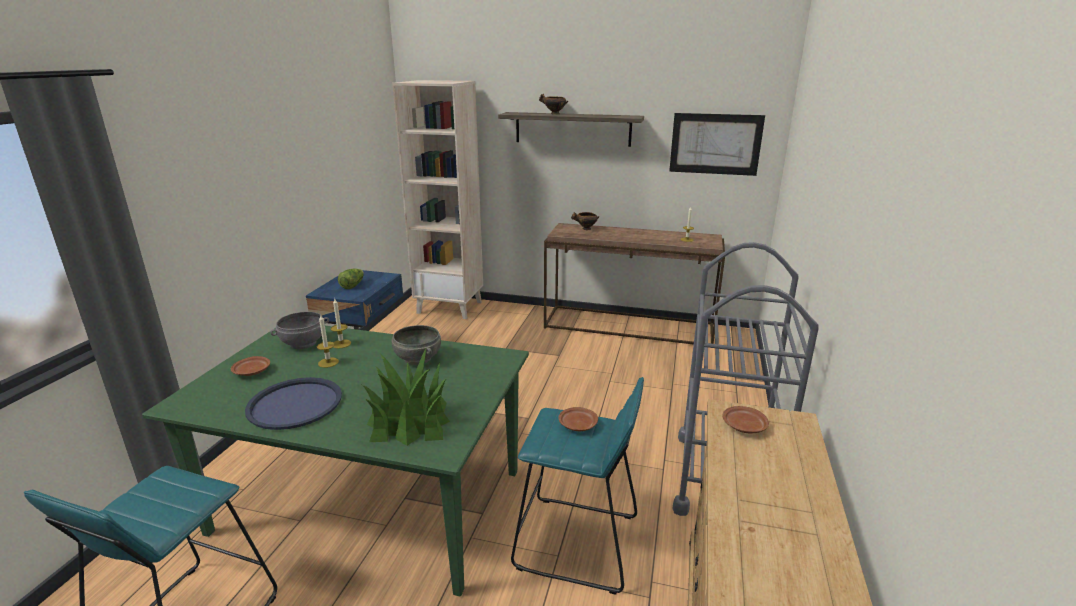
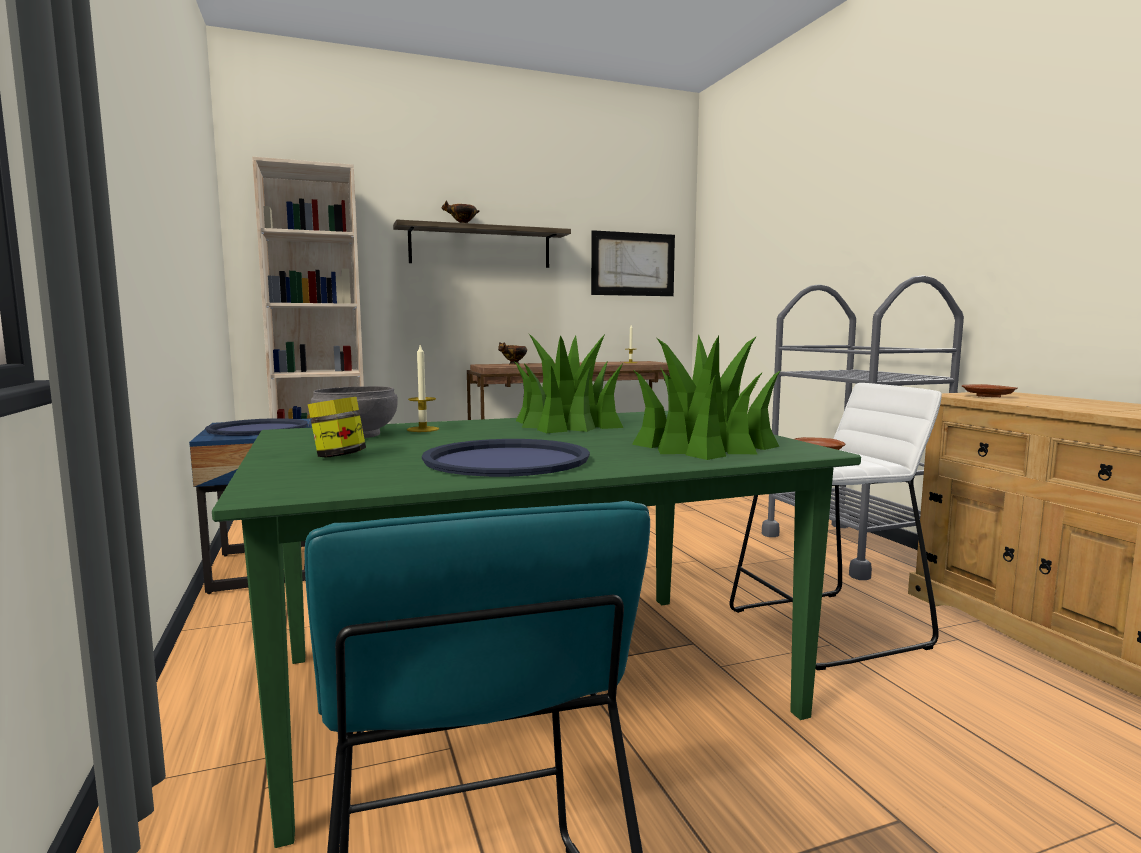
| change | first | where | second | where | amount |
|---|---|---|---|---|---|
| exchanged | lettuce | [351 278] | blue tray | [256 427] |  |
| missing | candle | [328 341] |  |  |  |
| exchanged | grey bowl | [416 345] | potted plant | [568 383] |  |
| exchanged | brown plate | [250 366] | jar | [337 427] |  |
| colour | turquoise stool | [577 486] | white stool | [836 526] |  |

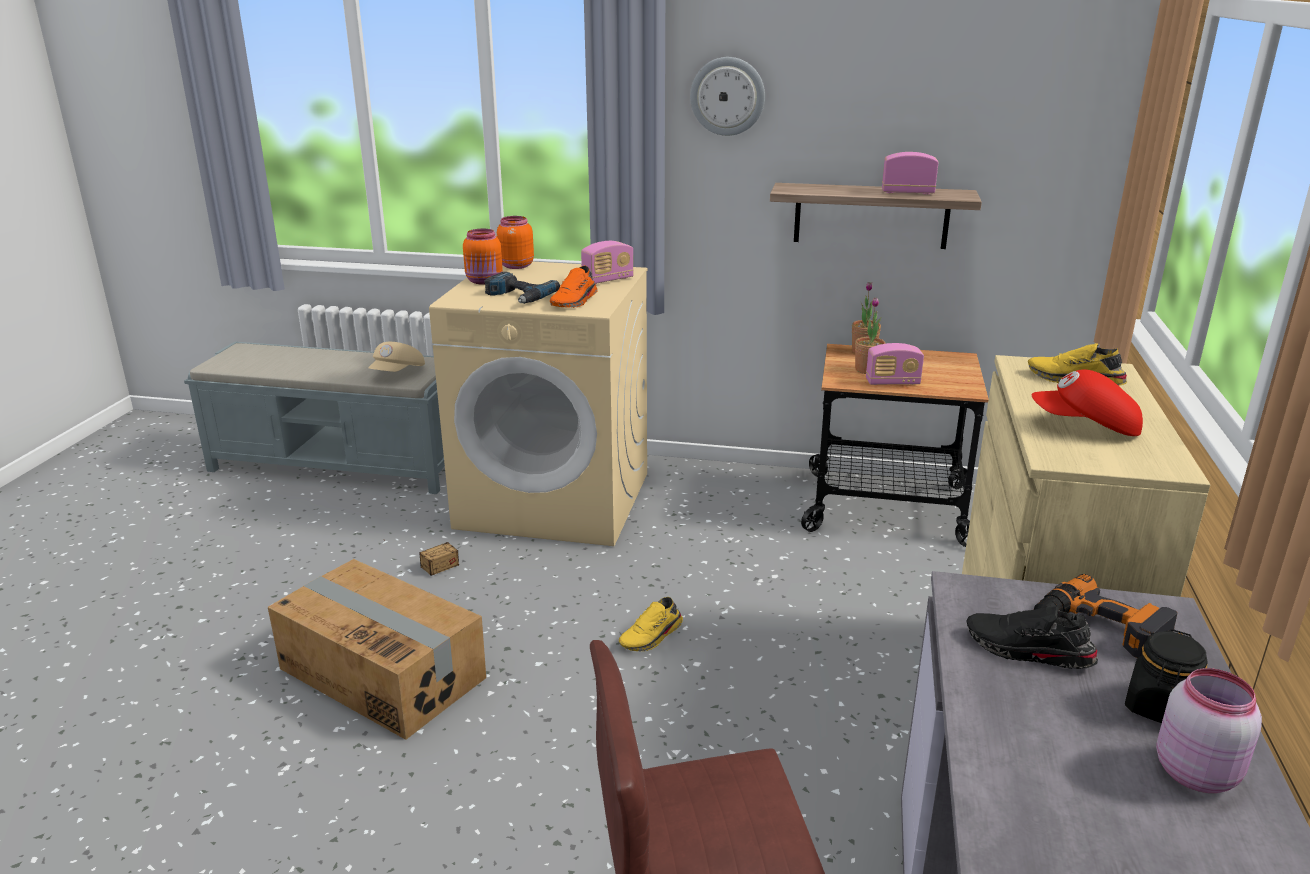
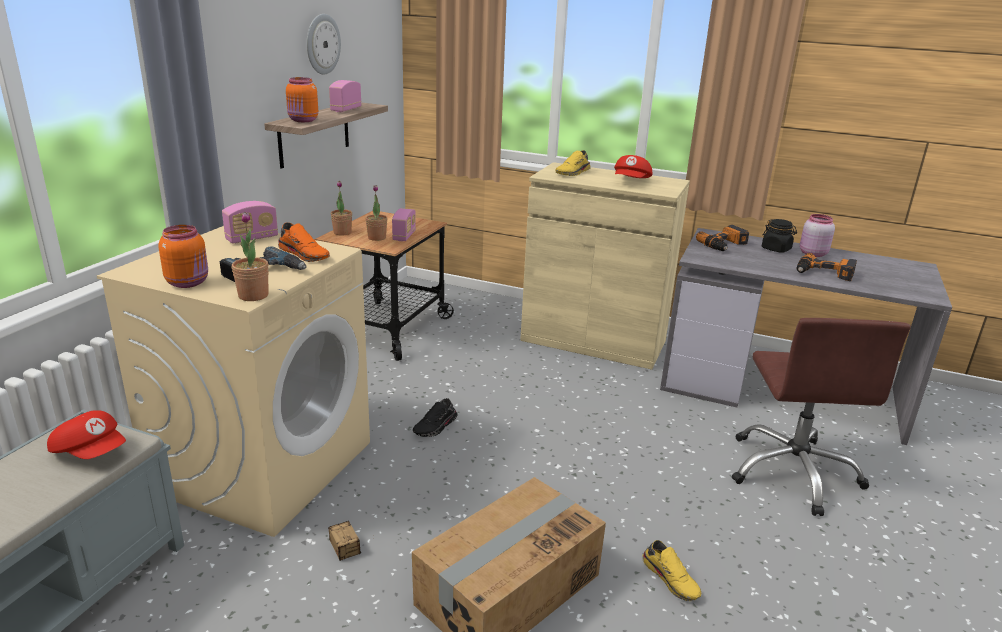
| change | first | where | second | where | amount |
|---|---|---|---|---|---|
| relocated | wall clock | [727 96] |  | [324 44] |  |
| relocated | orange jar | [515 242] |  | [302 99] |  |
| spun | radio | [607 262] |  | [250 222] | 75 degrees clockwise |
| colour | beige cap | [396 357] | red cap | [86 434] |  |
| relocated | yellow shoe | [651 624] |  | [672 570] |  |
| relocated | black shoe | [1032 637] |  | [435 417] |  |
| appeared |  |  | potted plant | [250 256] |  |
| appeared |  |  | power drill | [826 267] |  |

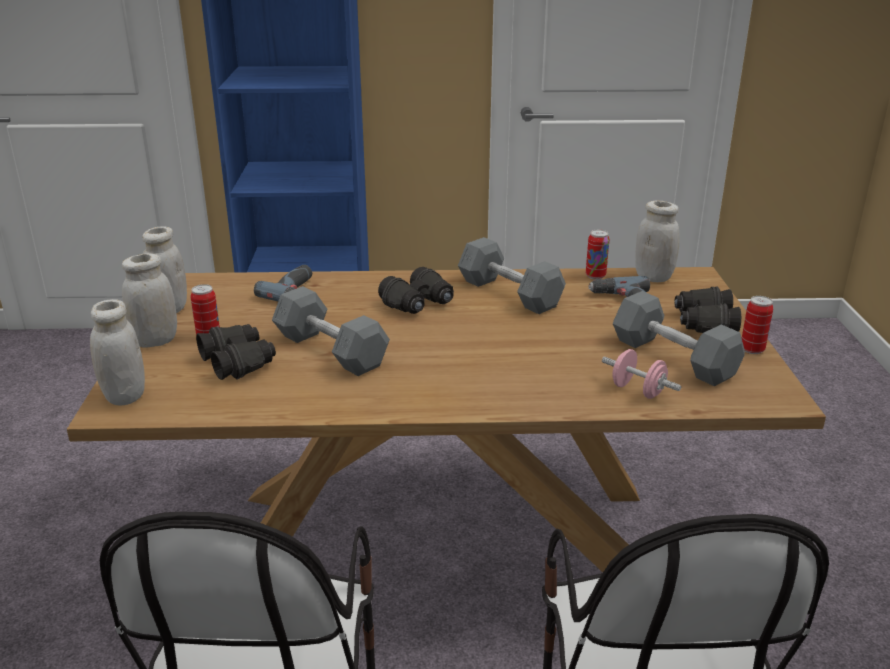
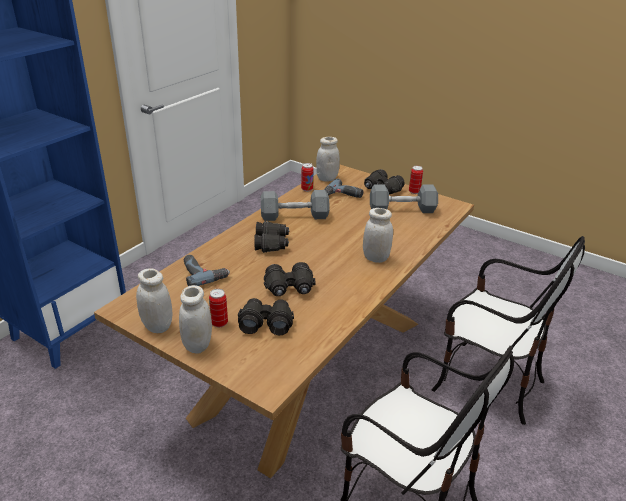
| change | first | where | second | where | amount |
|---|---|---|---|---|---|
| exchanged | grey dumbbell | [331 331] | black binoculars | [289 279] |  |
| relocated | white jar | [117 352] |  | [378 235] |  |
| missing | pink dumbbell | [641 374] |  |  |  |

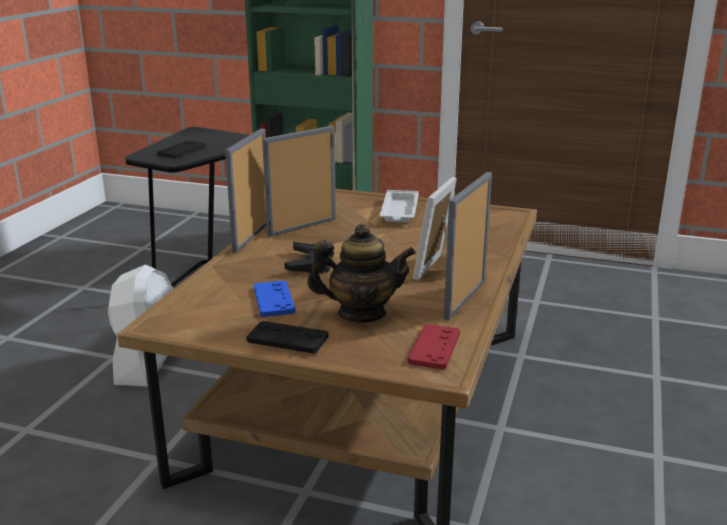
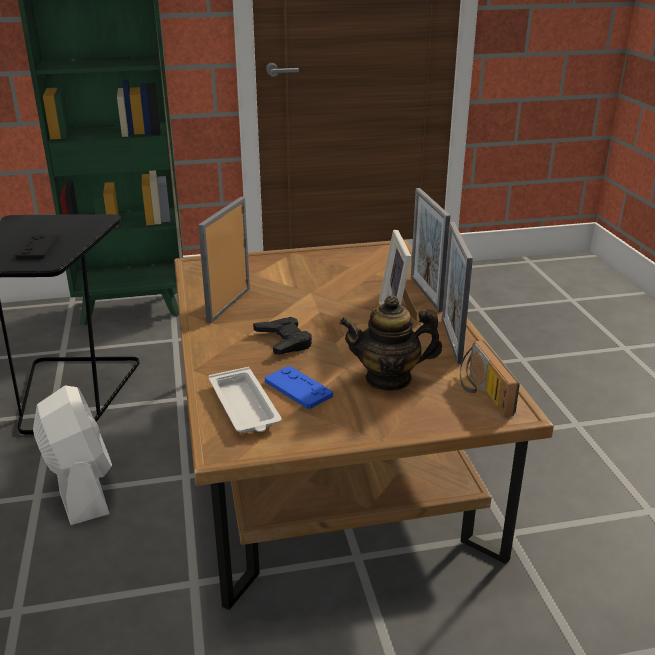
| change | first | where | second | where | amount |
|---|---|---|---|---|---|
| relocated | picture frame | [246 190] |  | [430 250] |  |
| relocated | white tray | [399 206] |  | [245 400] |  |
| spun | teapot | [361 273] |  | [391 343] | 150 degrees counterclockwise |
| missing | black game controller | [287 337] |  |  |  |
| exchanged | red game controller | [433 347] | radio | [490 378] |  |

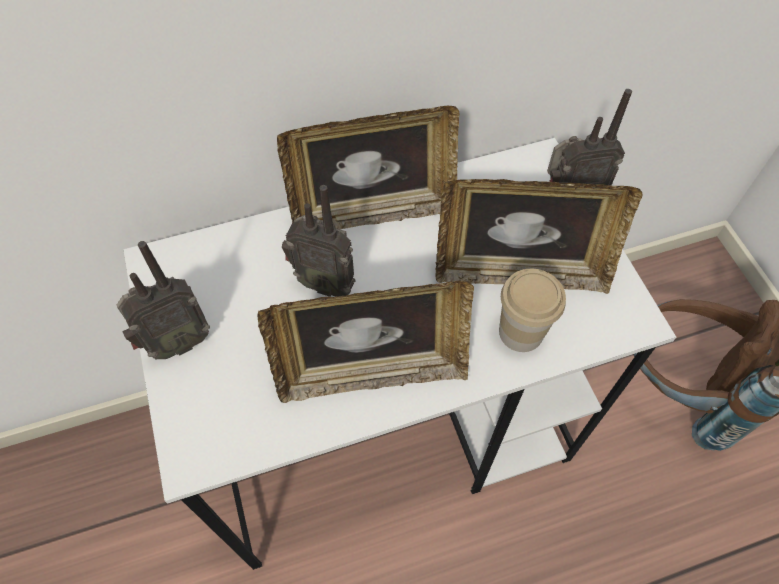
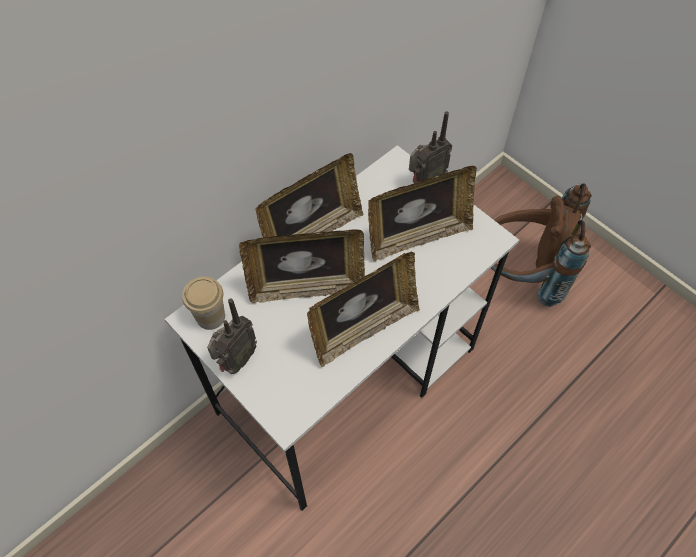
| change | first | where | second | where | amount |
|---|---|---|---|---|---|
| exchanged | radio | [319 241] | picture frame | [302 266] |  |
| relocated | cup | [532 310] |  | [203 303] |  |

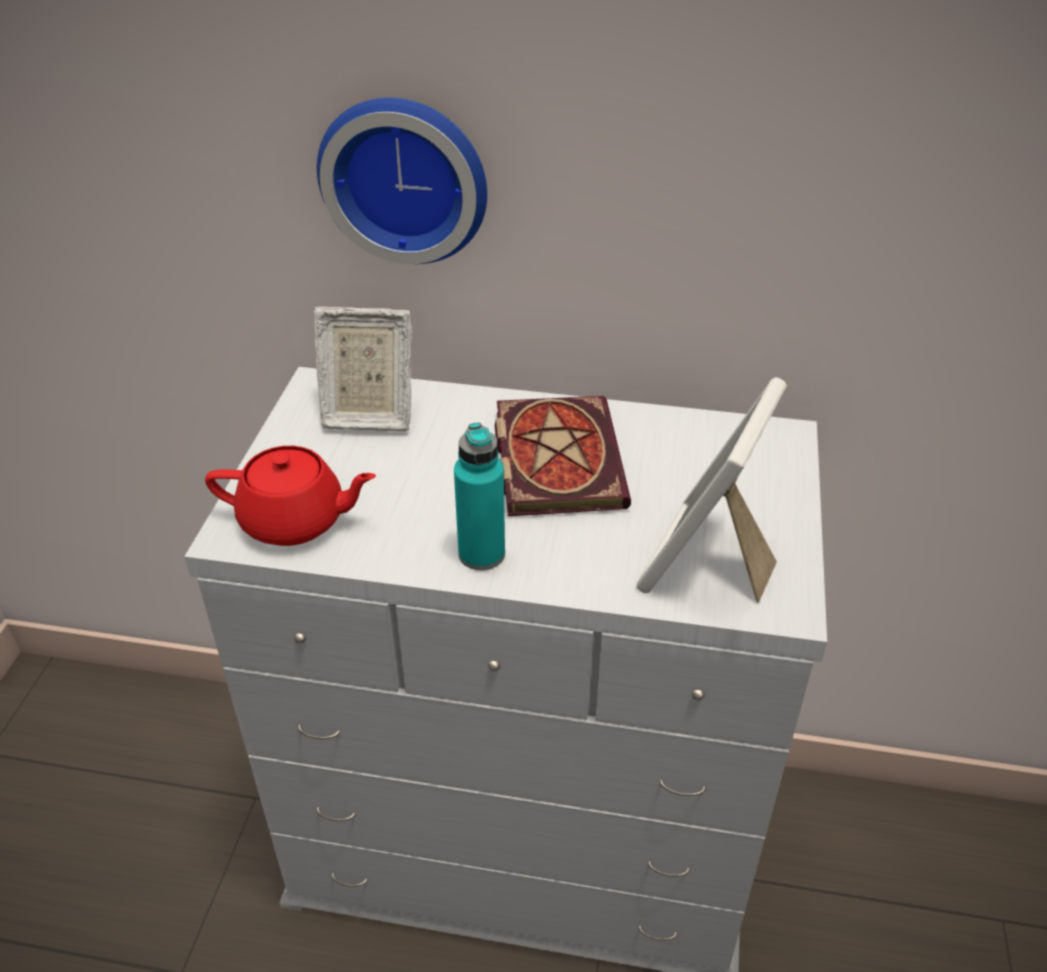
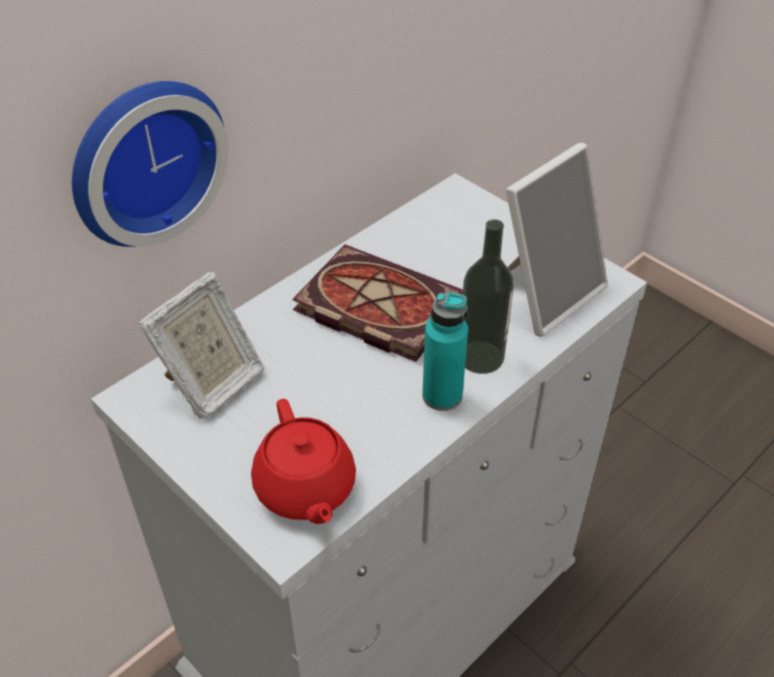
| change | first | where | second | where | amount |
|---|---|---|---|---|---|
| spun | picture frame | [712 489] |  | [557 240] | 105 degrees counterclockwise |
| spun | red teapot | [290 496] |  | [303 461] | 120 degrees clockwise |
| appeared |  |  | bottle | [488 296] |  |

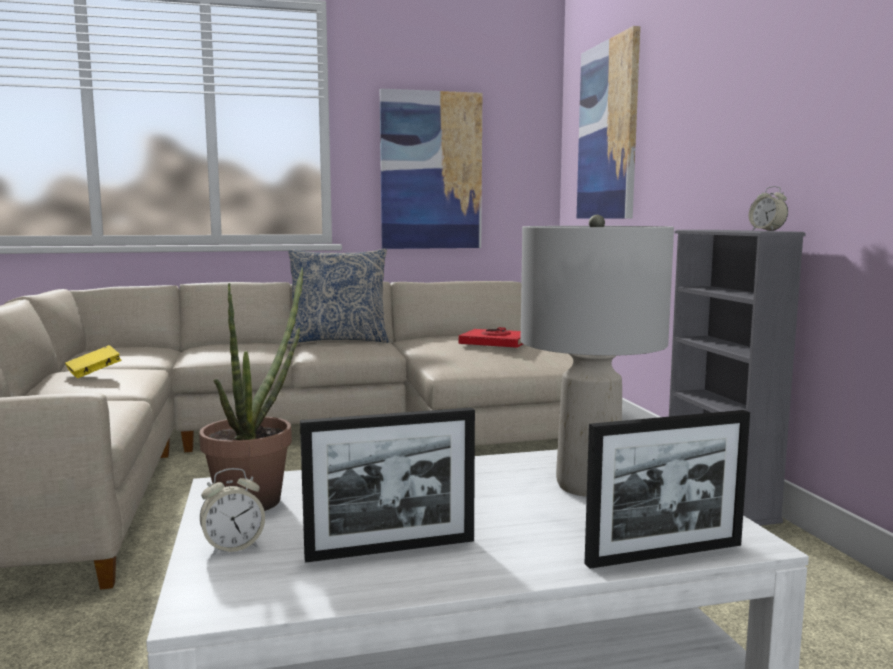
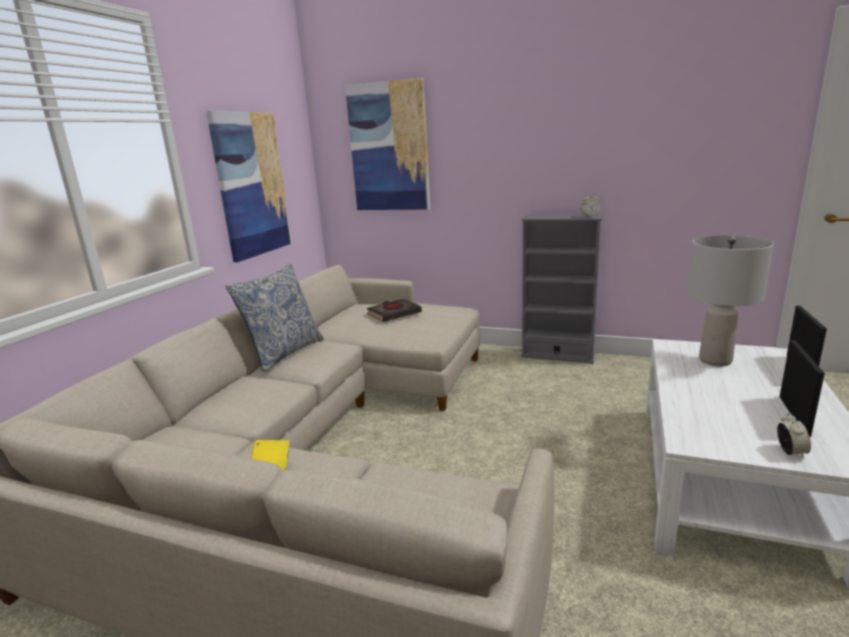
| change | first | where | second | where | amount |
|---|---|---|---|---|---|
| missing | potted plant | [251 389] |  |  |  |
| colour | red book | [491 337] | black book | [394 310] |  |

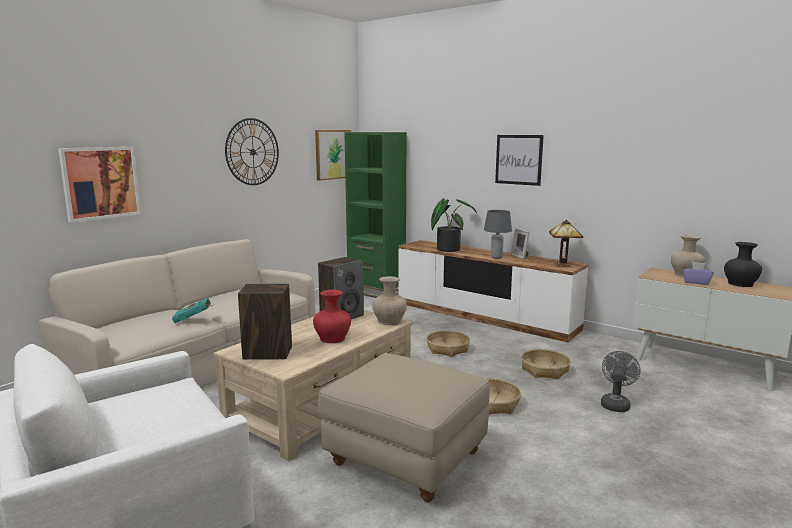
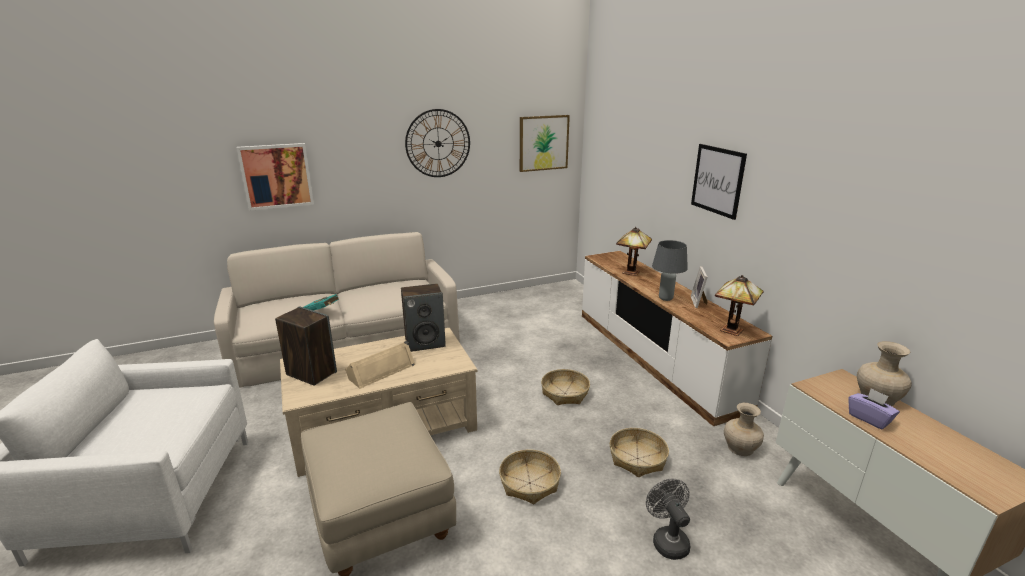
| change | first | where | second | where | amount |
|---|---|---|---|---|---|
| missing | green bookcase | [375 215] |  |  |  |
| exchanged | potted plant | [454 225] | table lamp | [634 251] |  |
| missing | black vase | [743 264] |  |  |  |
| relocated | beige vase | [389 300] |  | [744 429] |  |
| exchanged | red vase | [332 316] | beige speaker | [380 365] |  |
| spun | grey fan | [620 381] |  | [668 519] | 75 degrees counterclockwise |

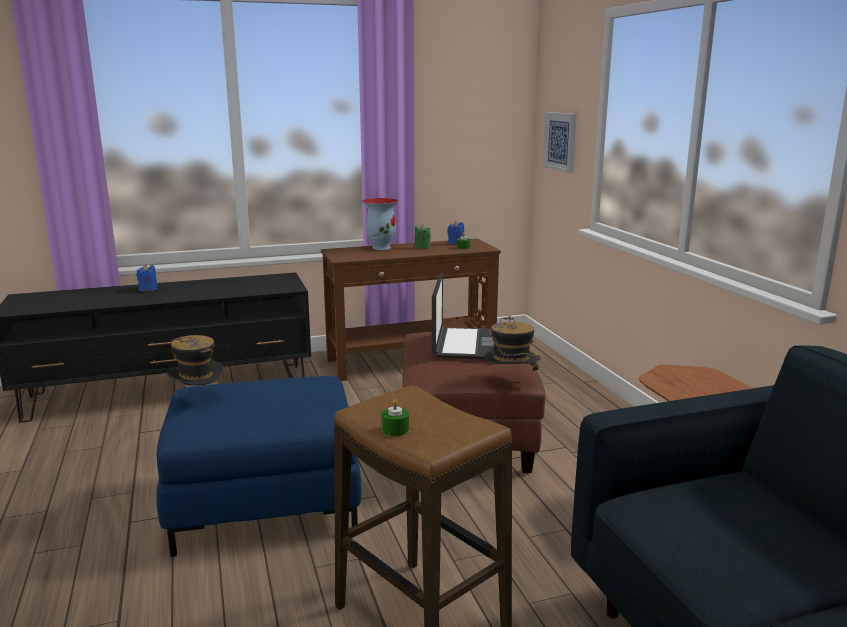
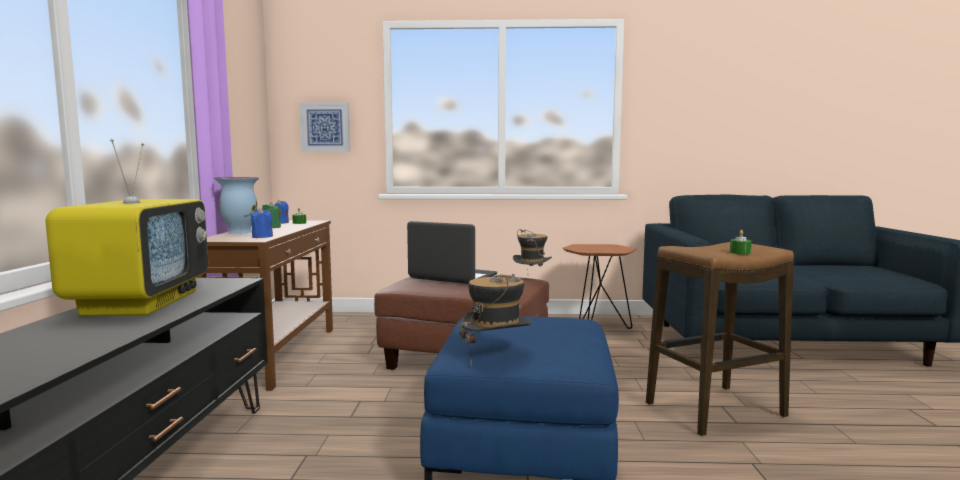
| change | first | where | second | where | amount |
|---|---|---|---|---|---|
| relocated | blue candle | [147 278] |  | [262 223] |  |
| appeared |  |  | television | [127 227] |  |

